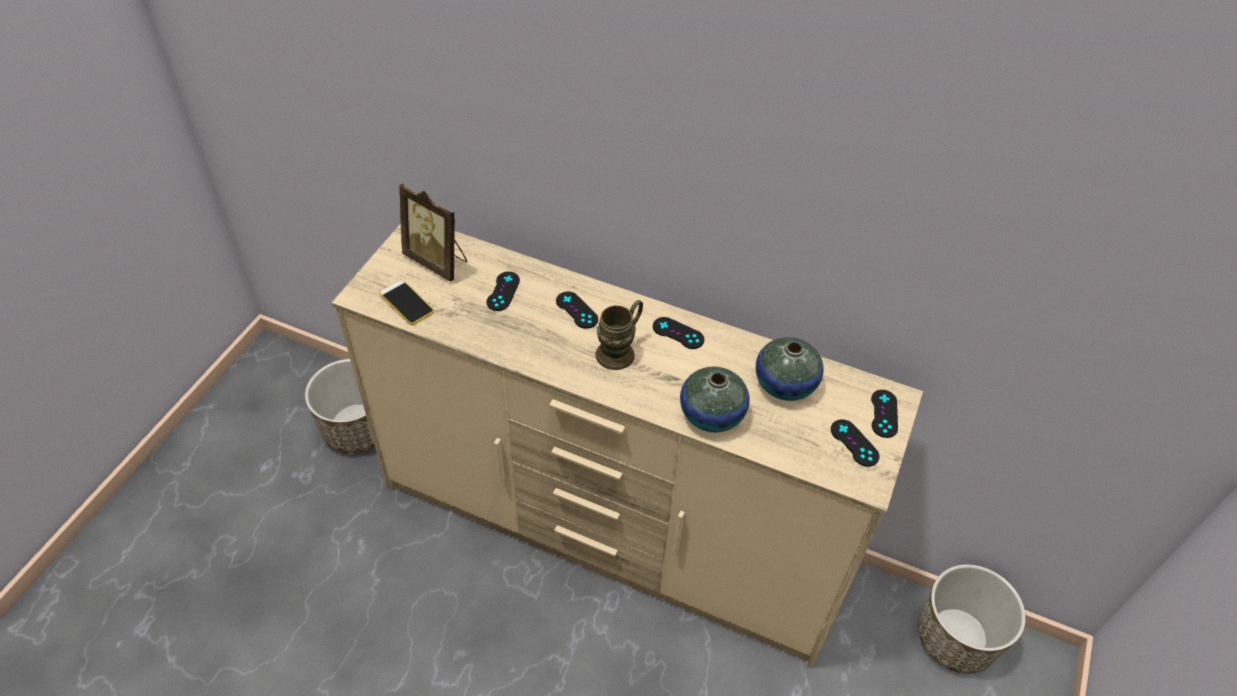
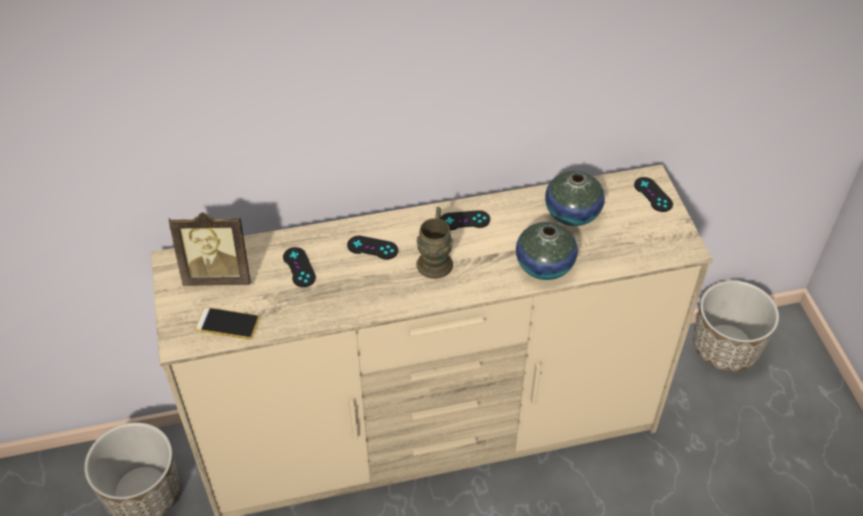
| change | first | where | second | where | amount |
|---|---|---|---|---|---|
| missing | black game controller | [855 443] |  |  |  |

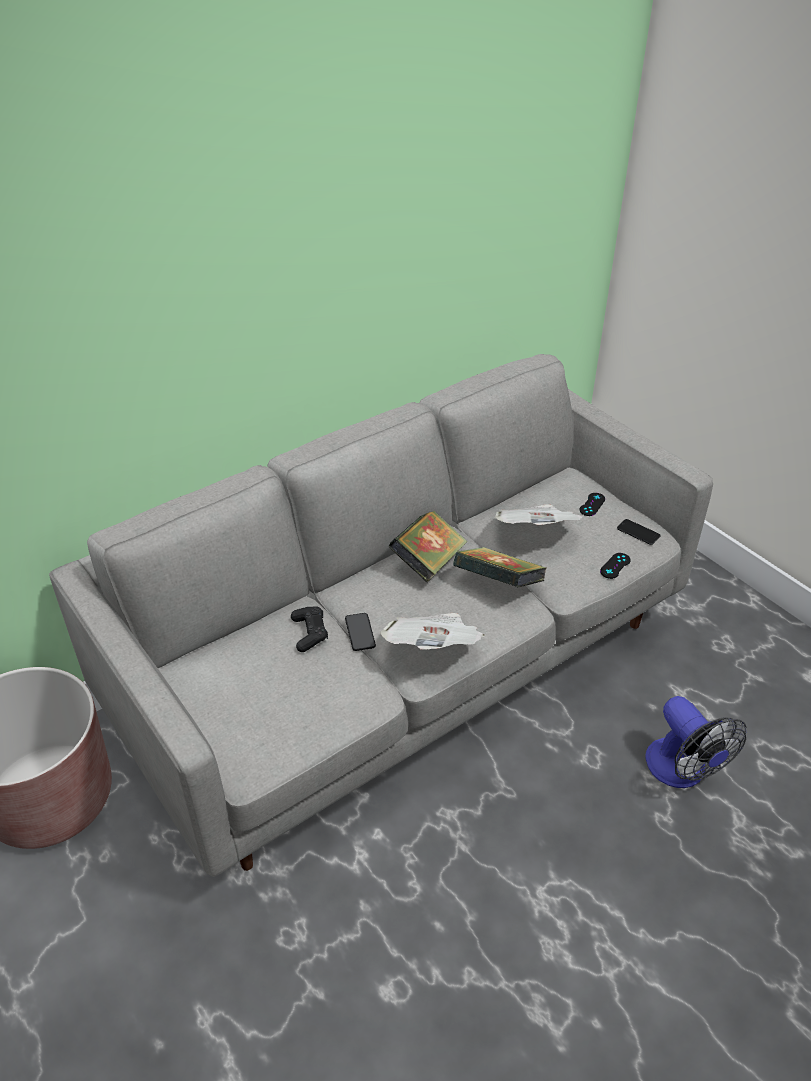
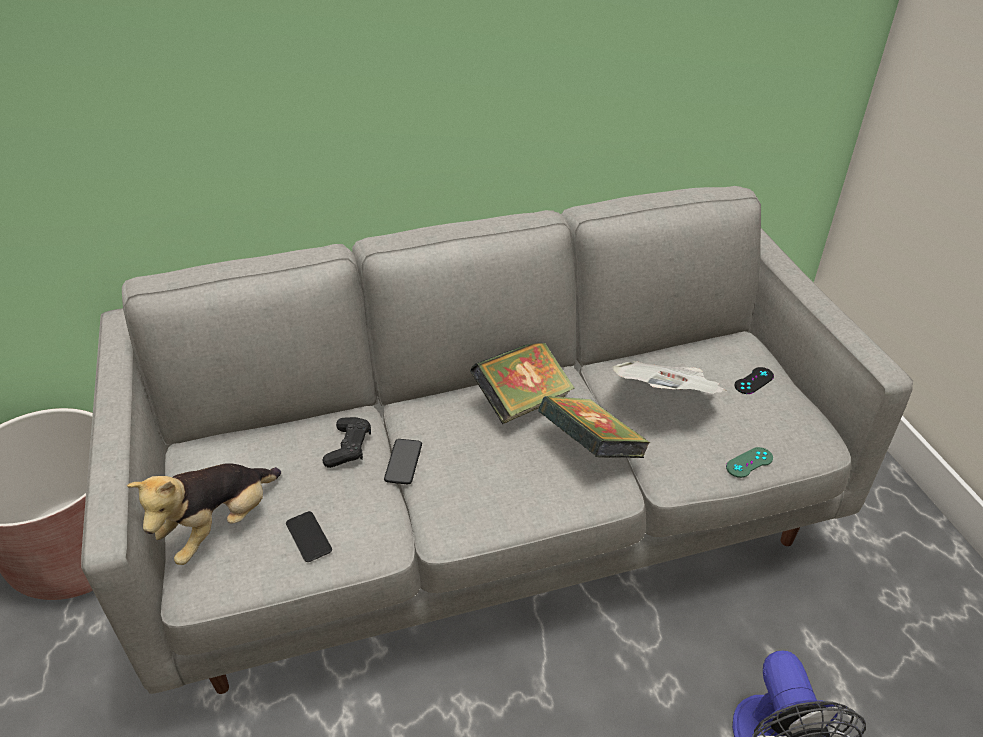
| change | first | where | second | where | amount |
|---|---|---|---|---|---|
| relocated | phone | [639 532] |  | [309 536] |  |
| colour | black game controller | [615 566] | green game controller | [749 462] |  |
| missing | newspaper | [432 631] |  |  |  |
| appeared |  |  | plush toy | [204 514] |  |

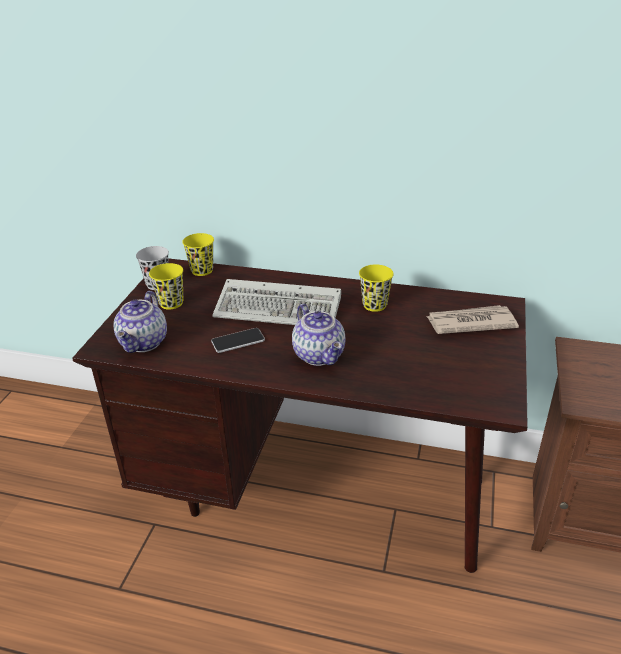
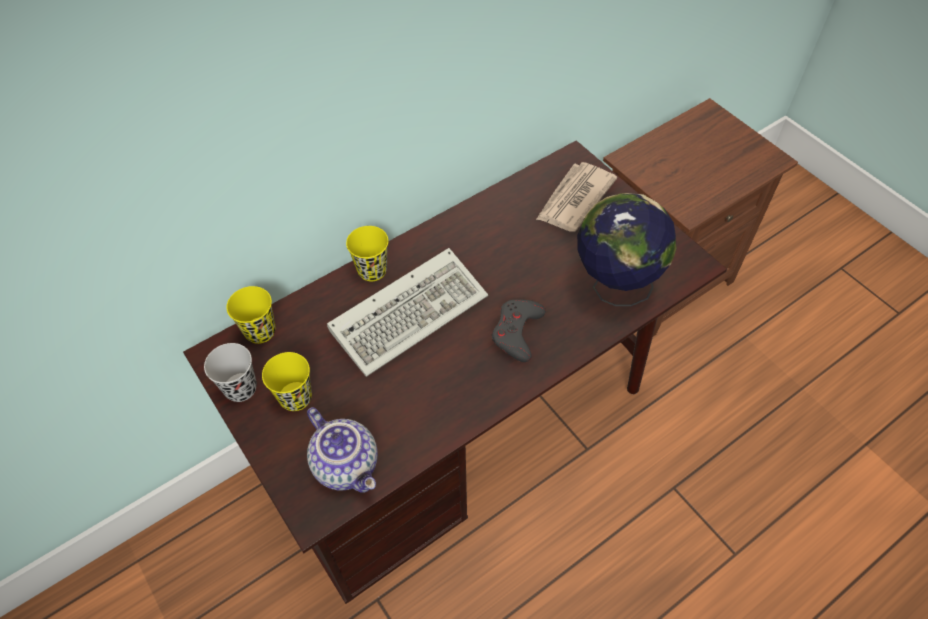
| change | first | where | second | where | amount |
|---|---|---|---|---|---|
| relocated | yellow cup | [376 288] |  | [367 253] |  |
| exchanged | teapot | [318 335] | grey game controller | [519 330] |  |
| missing | phone | [238 340] |  |  |  |
| appeared |  |  | globe | [627 249] |  |

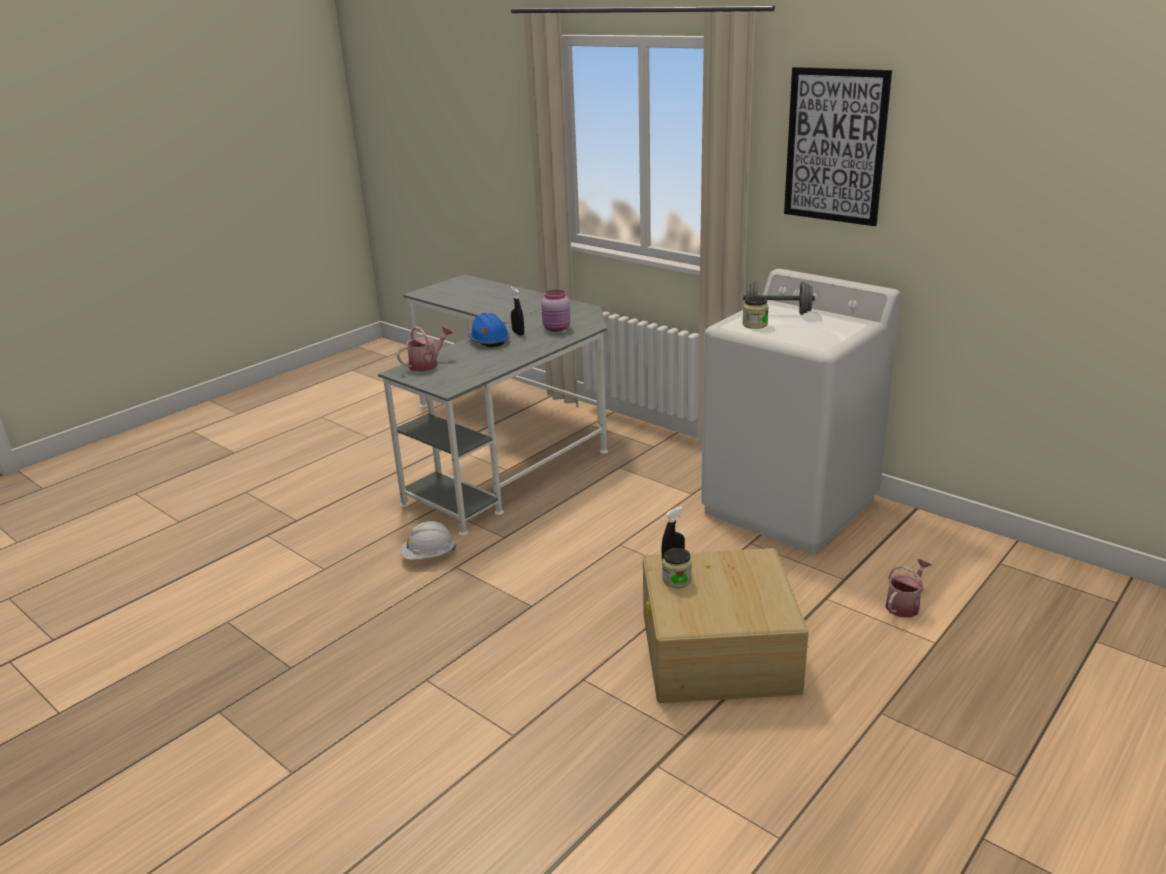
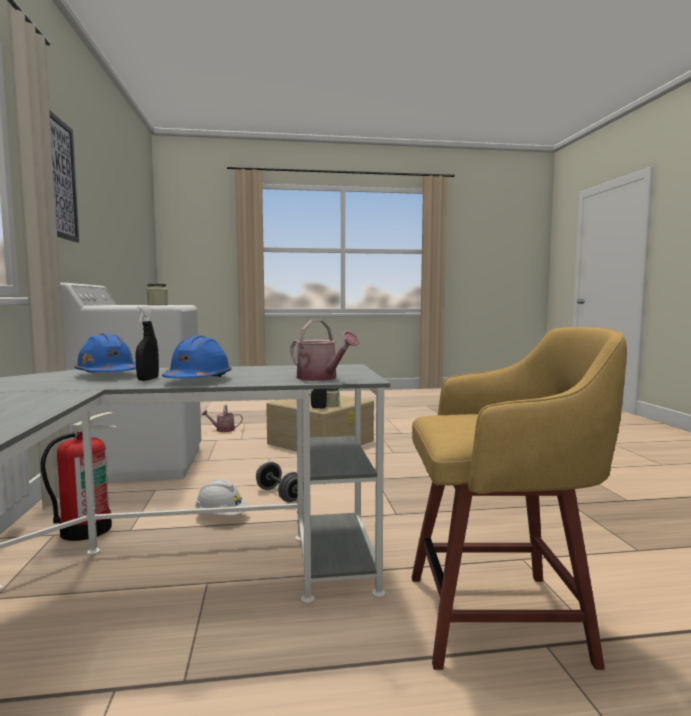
| change | first | where | second | where | amount |
|---|---|---|---|---|---|
| relocated | grey dumbbell | [779 298] |  | [277 482] |  |
| exchanged | pink jar | [555 311] | blue hard hat | [105 352] |  |
| spun | watering can | [425 349] |  | [325 350] | 135 degrees counterclockwise |
| relocated | white hard hat | [428 540] |  | [222 497] |  |
| appeared |  |  | yellow stool | [519 498] |  |
| appeared |  |  | fire extinguisher | [79 476] |  |

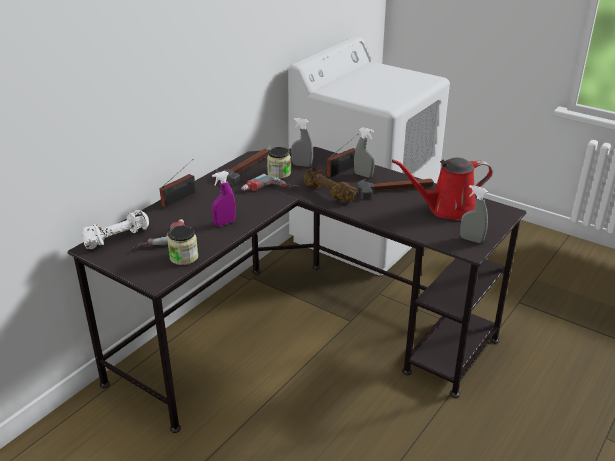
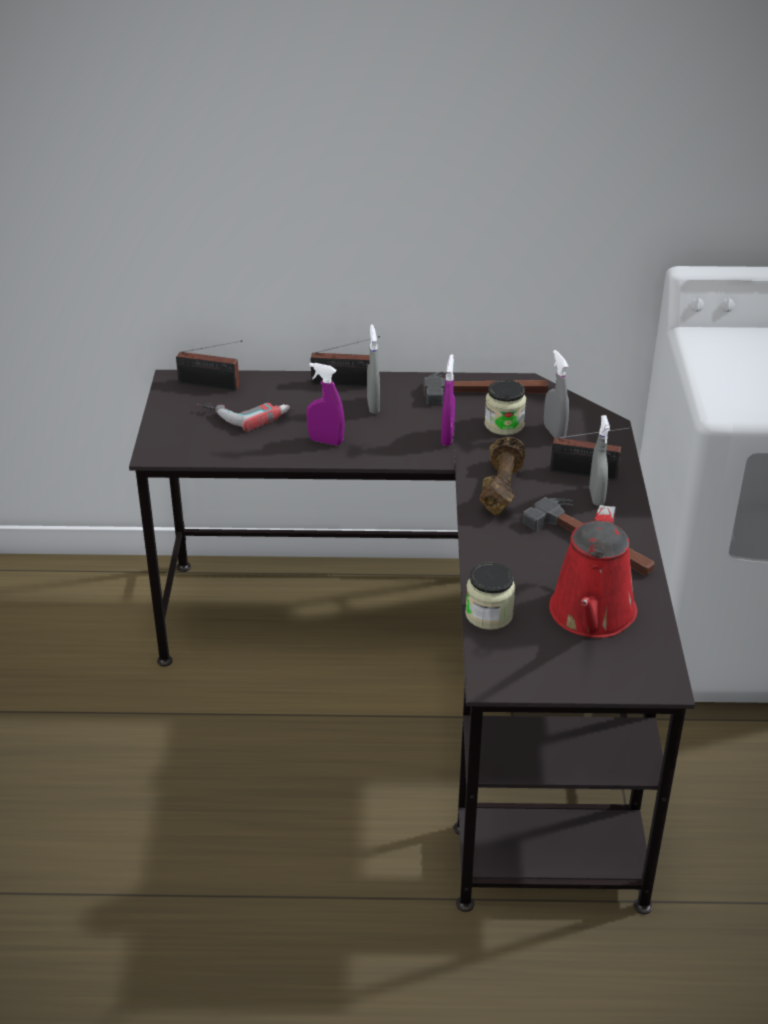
| change | first | where | second | where | amount |
|---|---|---|---|---|---|
| spun | red watering can | [442 189] |  | [593 571] | 120 degrees counterclockwise |
| exchanged | power drill | [270 182] | purple spray bottle | [448 400] |  |
| relocated | grey spray bottle | [474 214] |  | [373 369] |  |
| exchanged | white dumbbell | [115 229] | radio | [209 365] |  |
| relocated | jar | [182 245] |  | [490 596] |  |

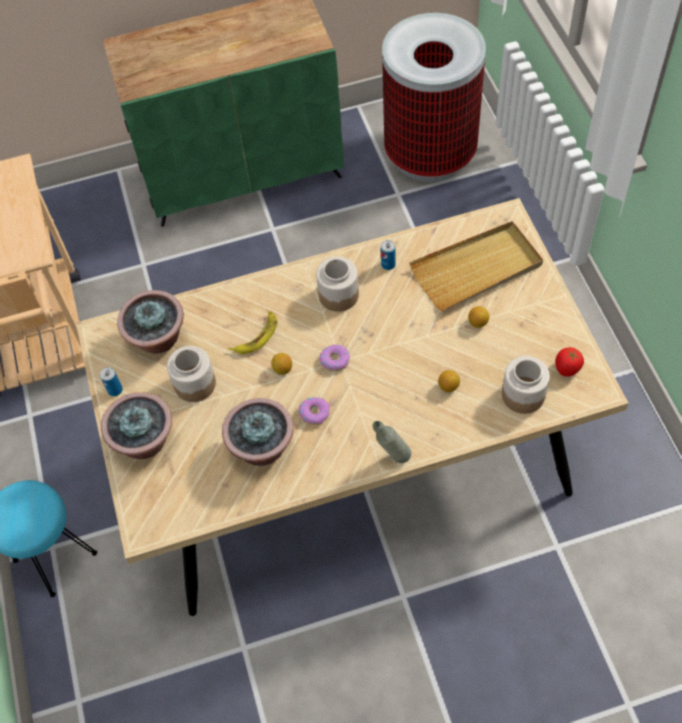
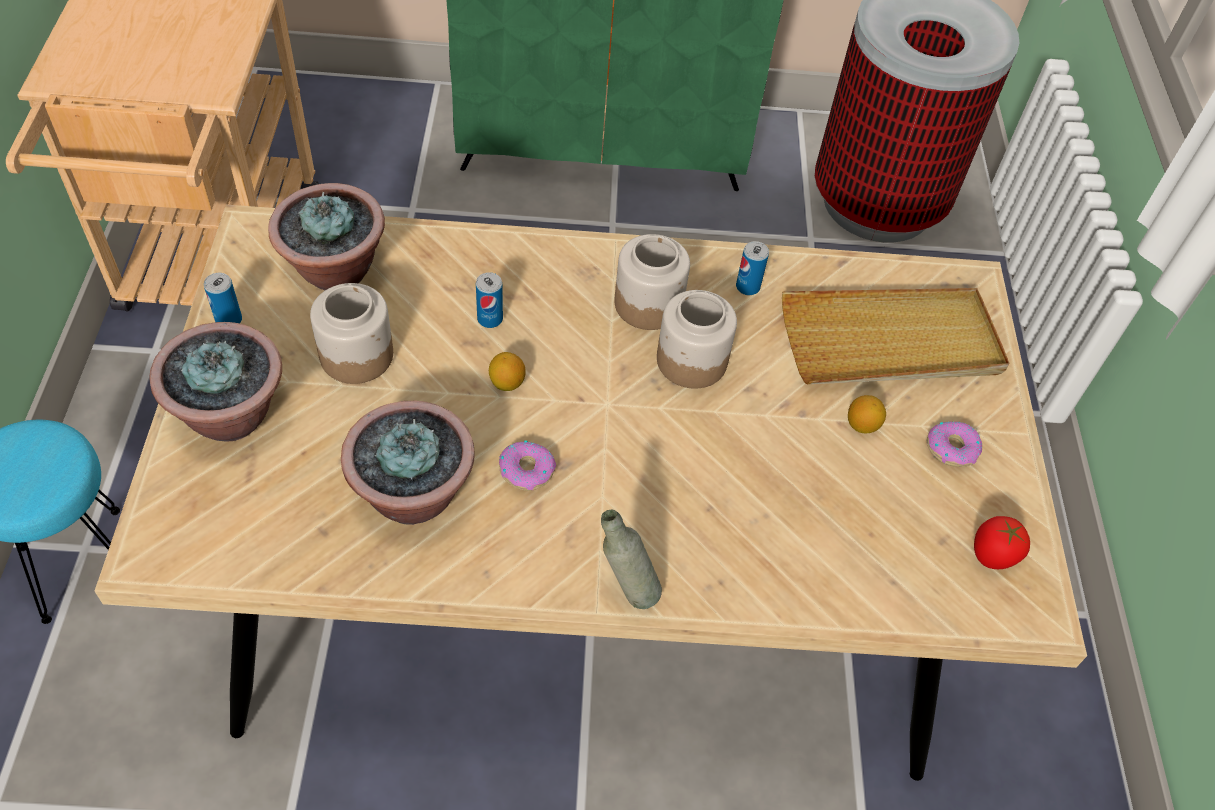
| change | first | where | second | where | amount |
|---|---|---|---|---|---|
| exchanged | banana | [252 332] | can | [489 300] |  |
| relocated | donut | [334 357] |  | [954 444] |  |
| relocated | jar | [526 385] |  | [697 339] |  |
| missing | lemon | [449 381] |  |  |  |

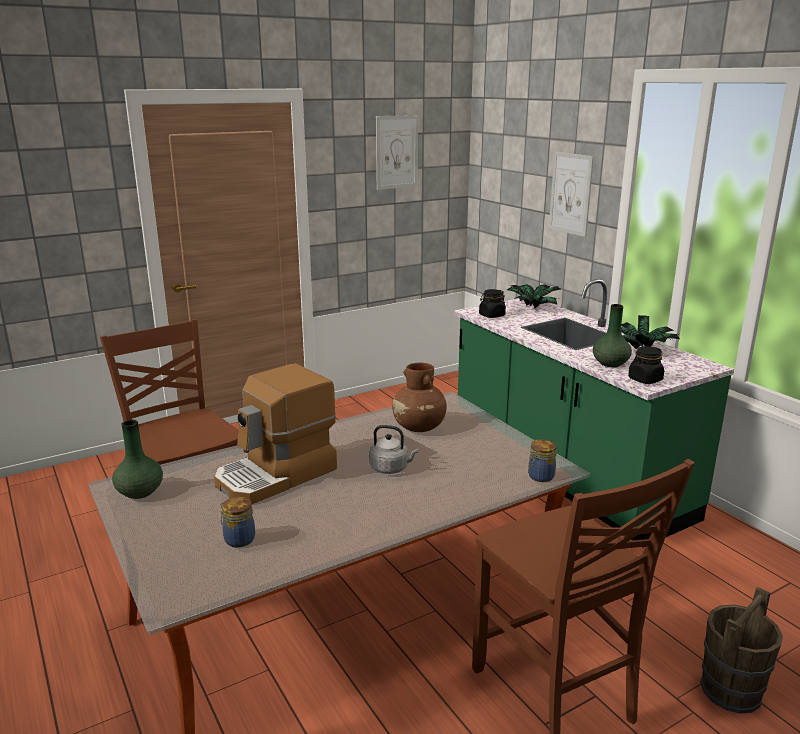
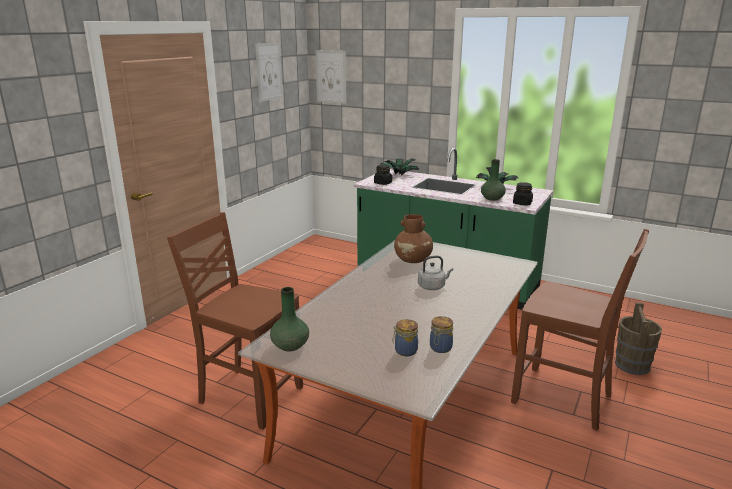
| change | first | where | second | where | amount |
|---|---|---|---|---|---|
| relocated | picture | [571 194] |  | [331 77] |  |
| missing | coffee machine | [275 433] |  |  |  |
| relocated | jar | [542 460] |  | [441 334] |  |

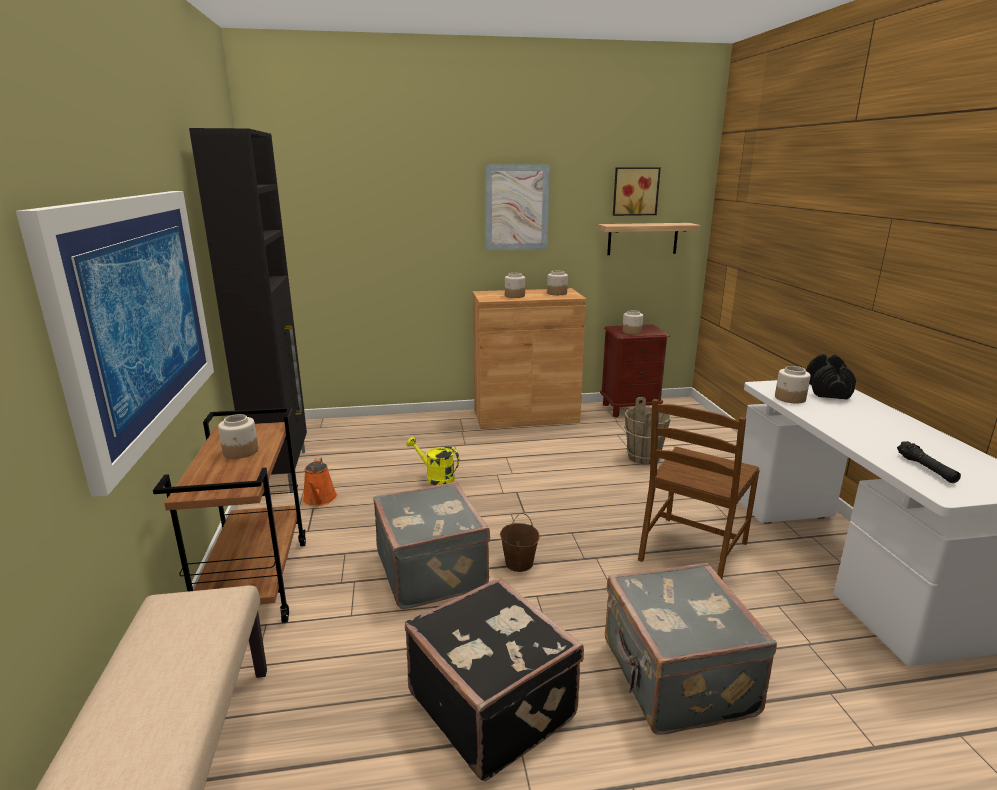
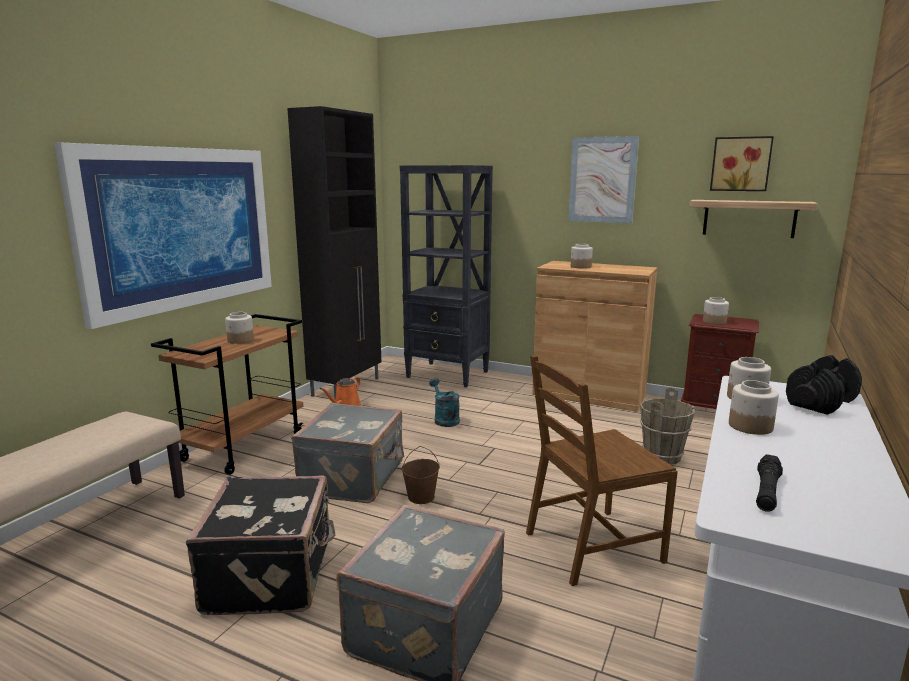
| change | first | where | second | where | amount |
|---|---|---|---|---|---|
| relocated | jar | [557 283] |  | [754 407] |  |
| colour | yellow watering can | [432 461] | turquoise watering can | [444 402] |  |
| appeared |  |  | black bookcase | [446 276] |  |

